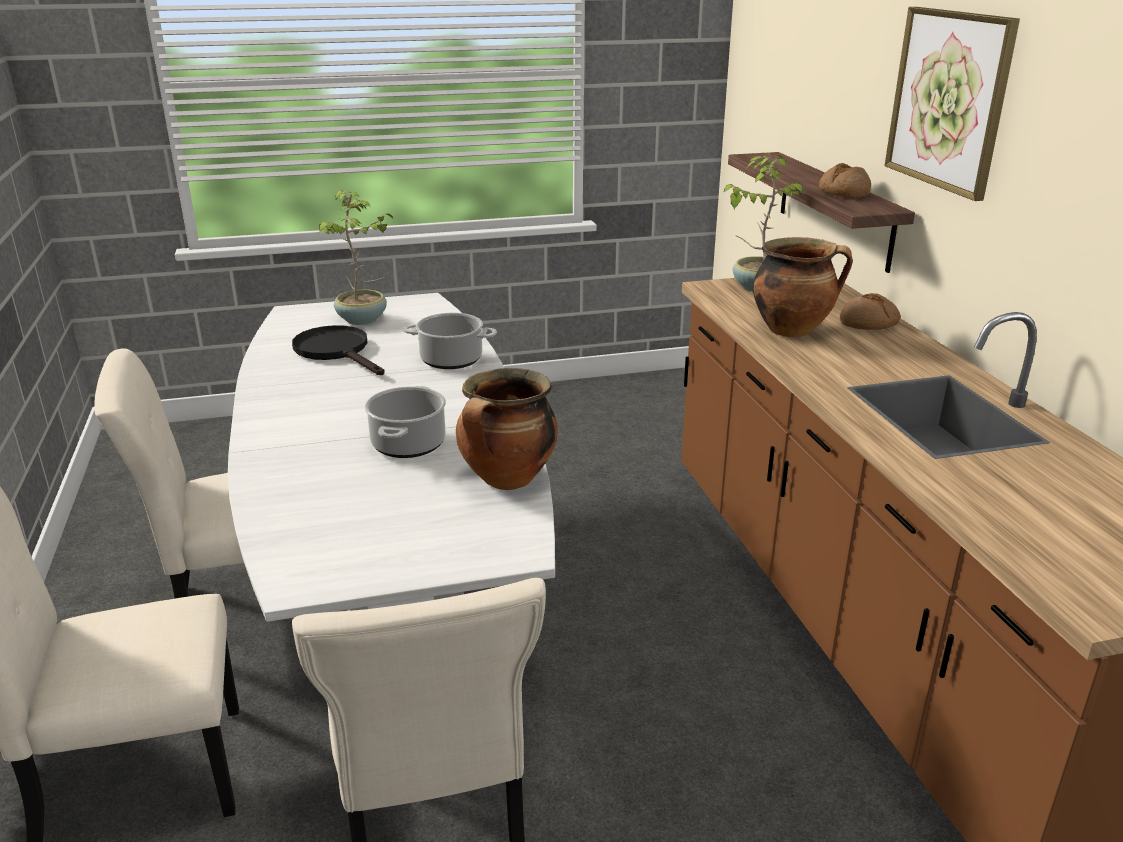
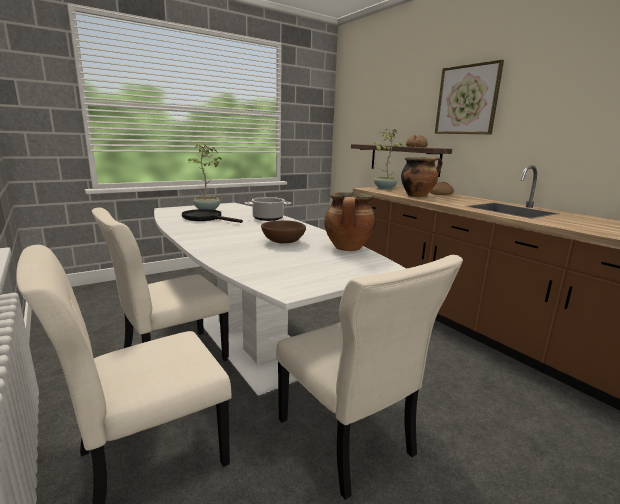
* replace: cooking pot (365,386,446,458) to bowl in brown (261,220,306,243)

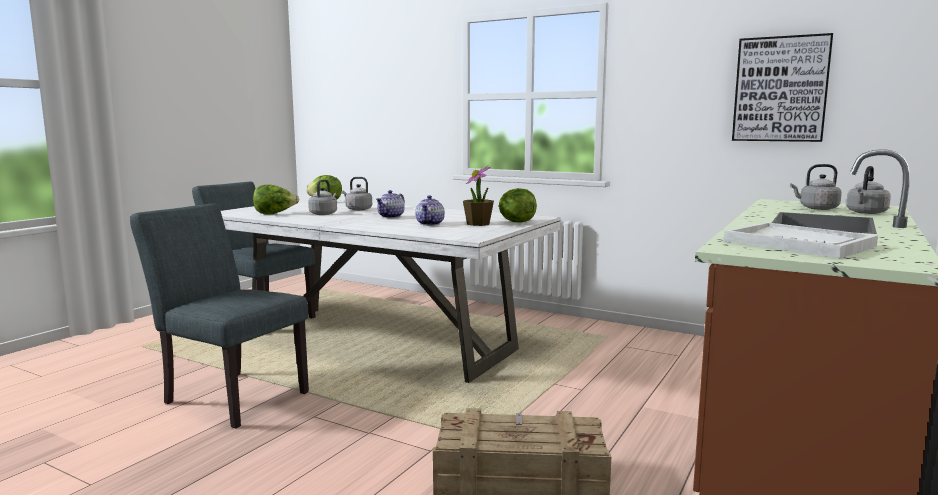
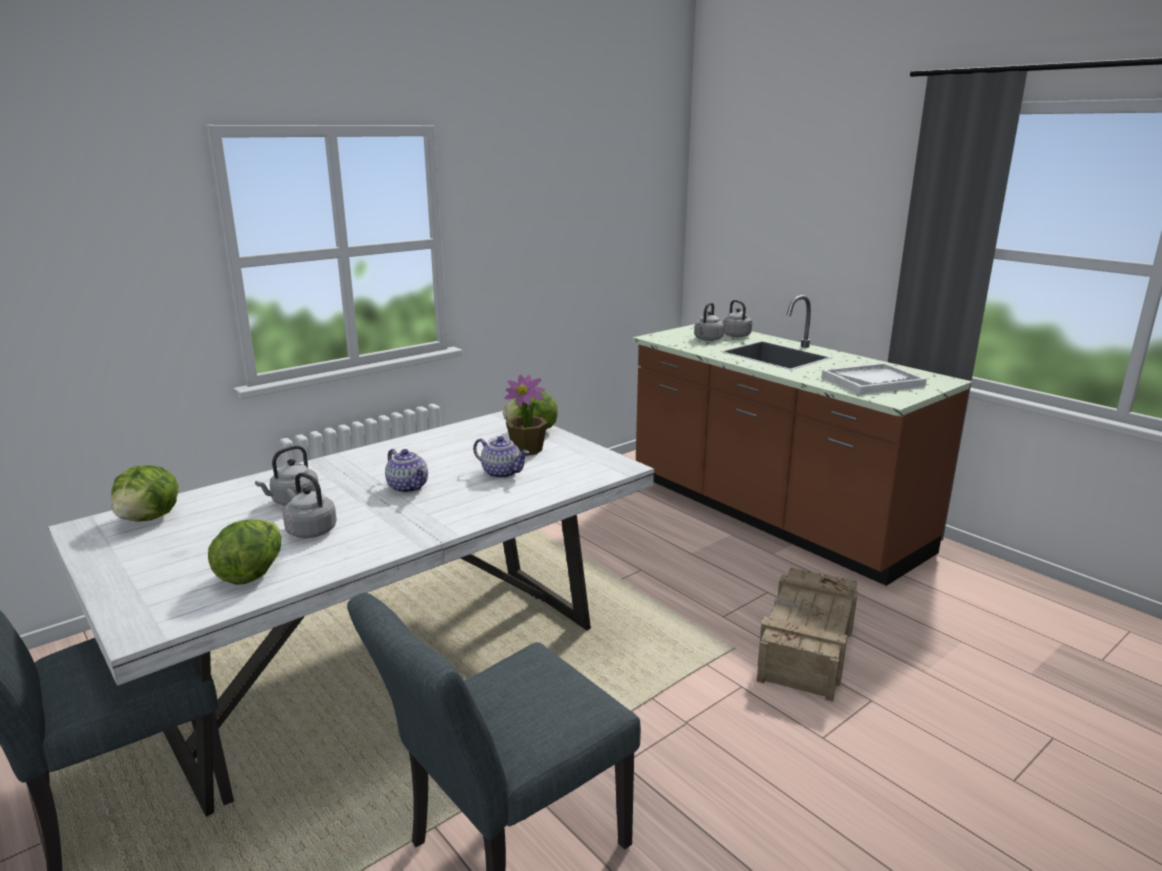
* delete: picture (732,33,833,142)

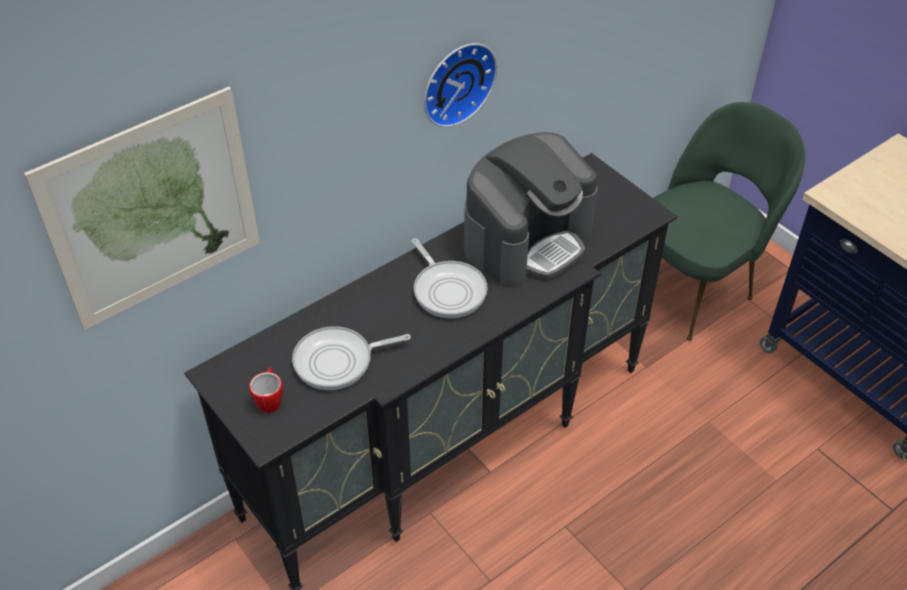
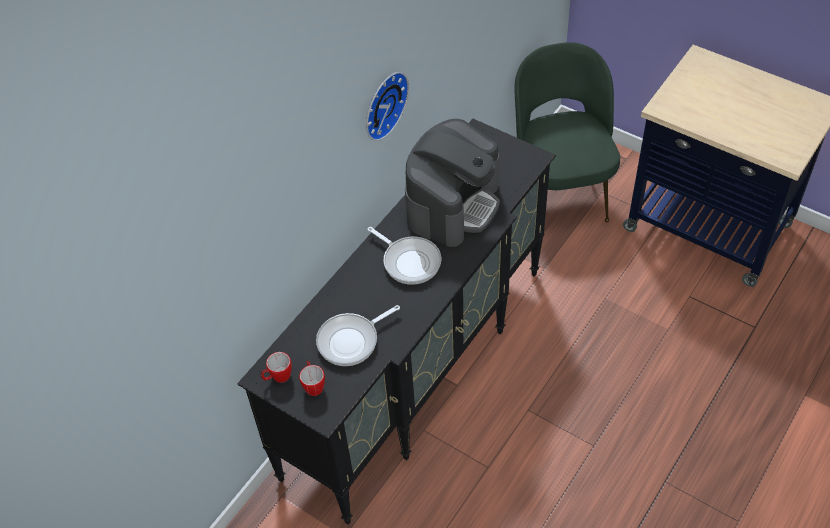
* delete: picture (24,87,260,330)
* rotate: chair in green (653,102,805,341) = (515,42,620,222) 45 degrees counterclockwise
* insert: mug (260,352,292,383)

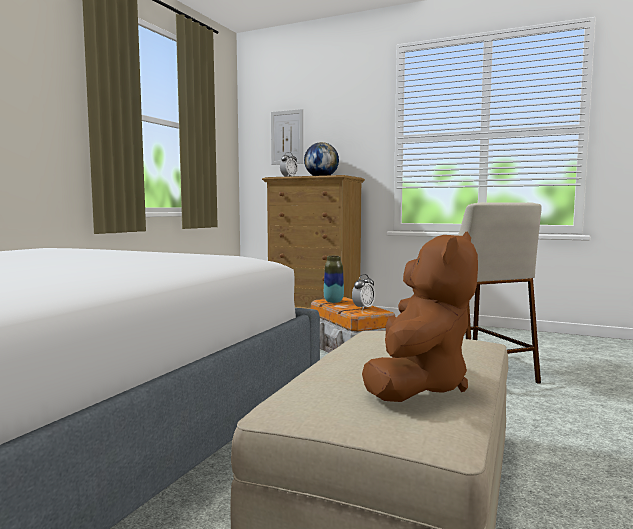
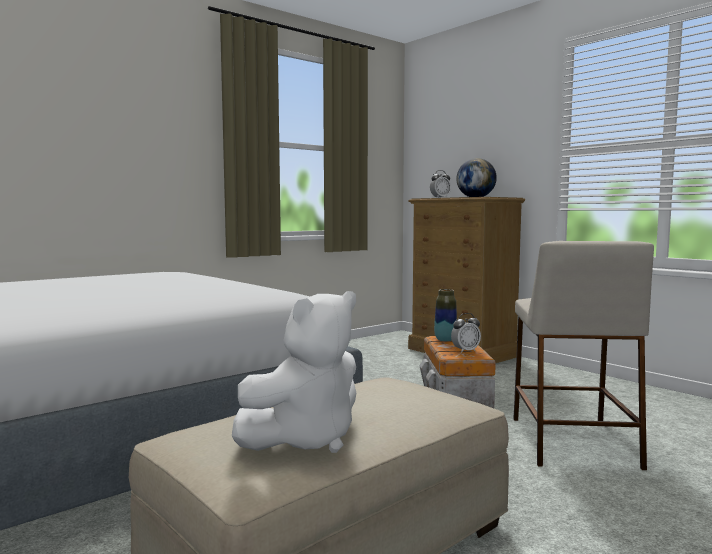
* delete: picture (271,109,303,165)
* recolor: plush toy in brown (362,231,478,402) to plush toy in white (232,291,356,453)

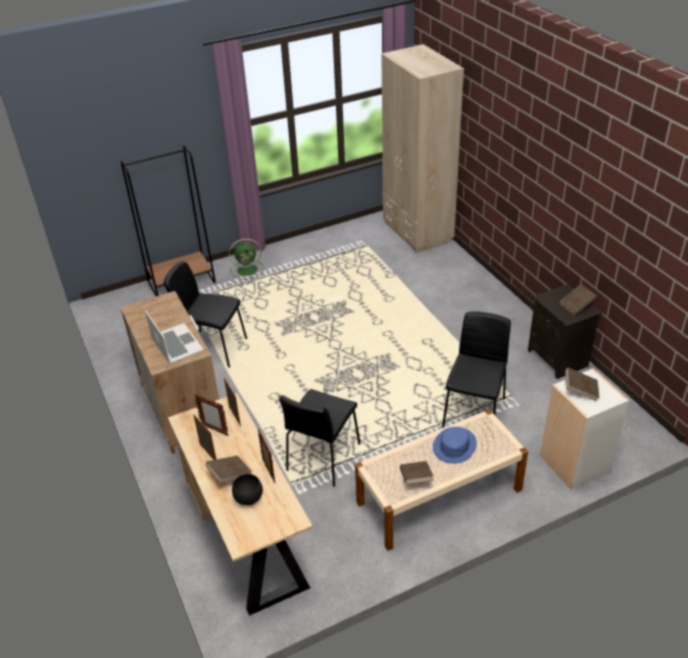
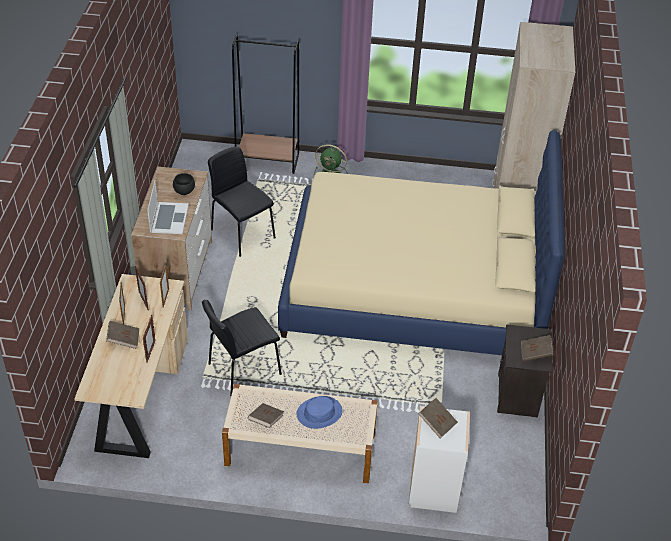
* delete: chair in black (442,311,511,437)
* move: bowl in black (232,474,263,505) to (173,173,195,195)
* insert: bed in beige (278,130,565,355)

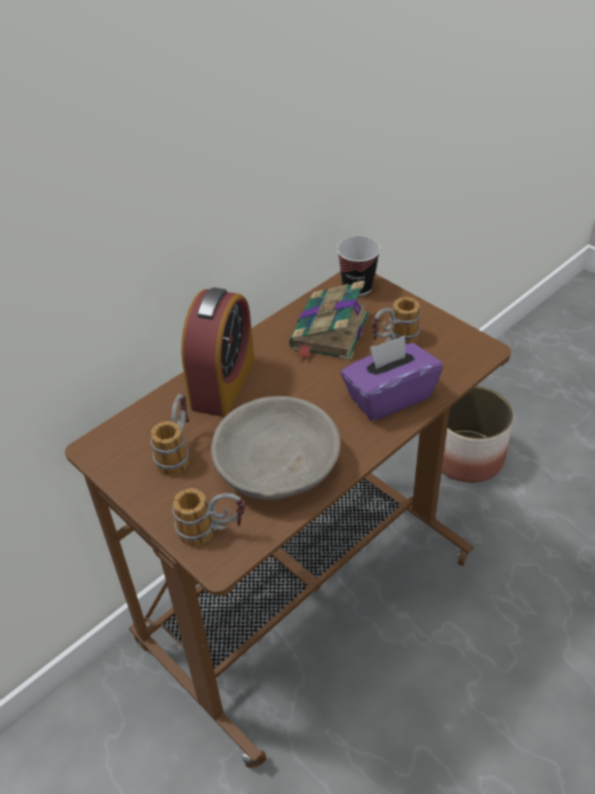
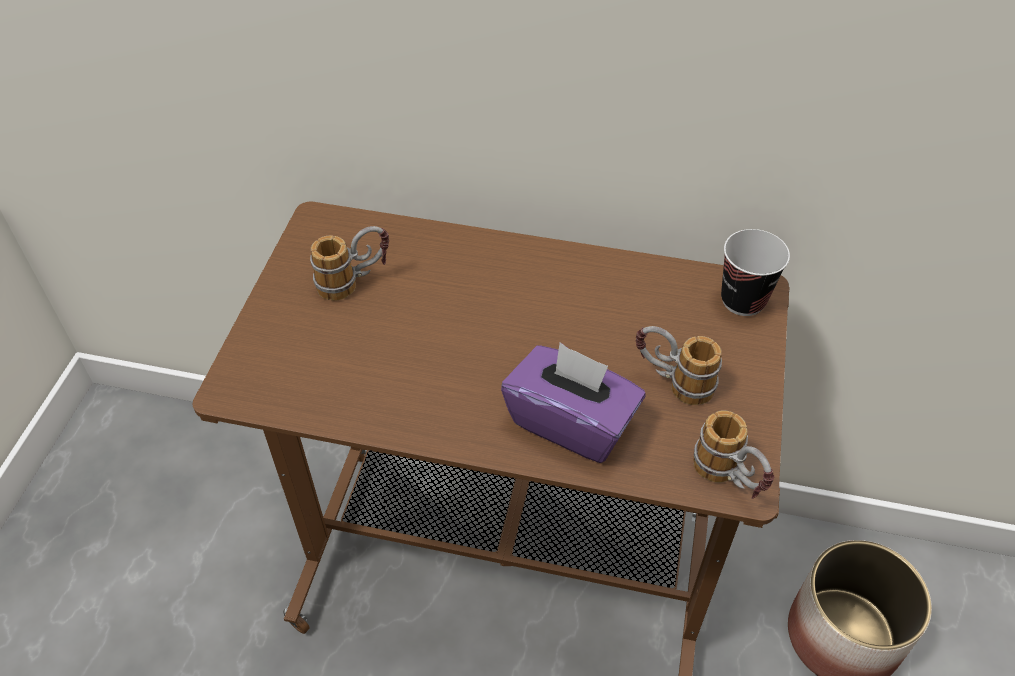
* delete: book (289,280,369,360)
* delete: alarm clock (181,287,254,417)
* delete: bowl in grey (211,396,341,500)
* move: mug (173,488,245,546) to (693,410,774,499)

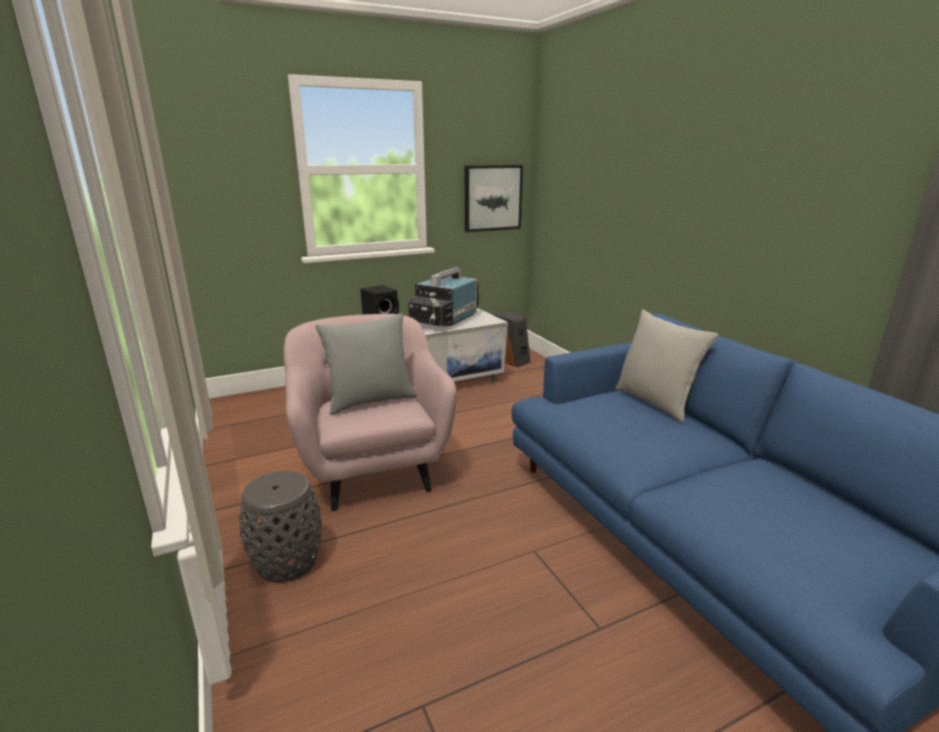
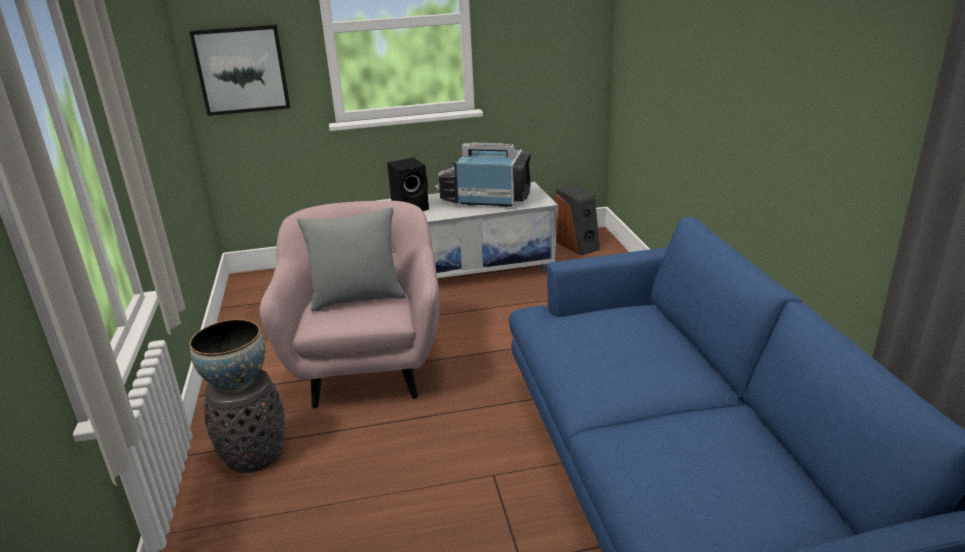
* move: picture (465,165,523,232) to (189,24,290,116)
* rotate: television (408,266,479,326) = (435,142,531,207) 60 degrees clockwise
* delete: pillow in grey (615,309,718,423)
* insert: bowl (189,319,265,392)

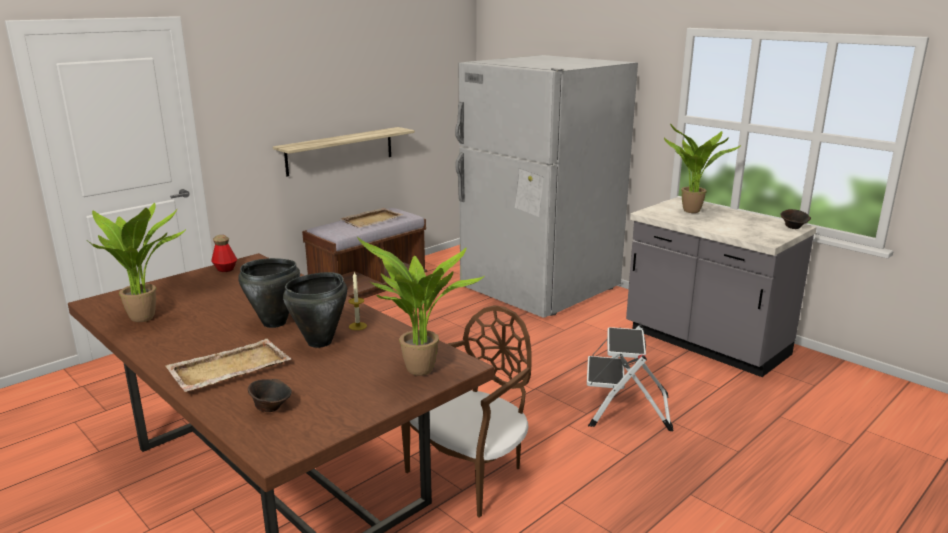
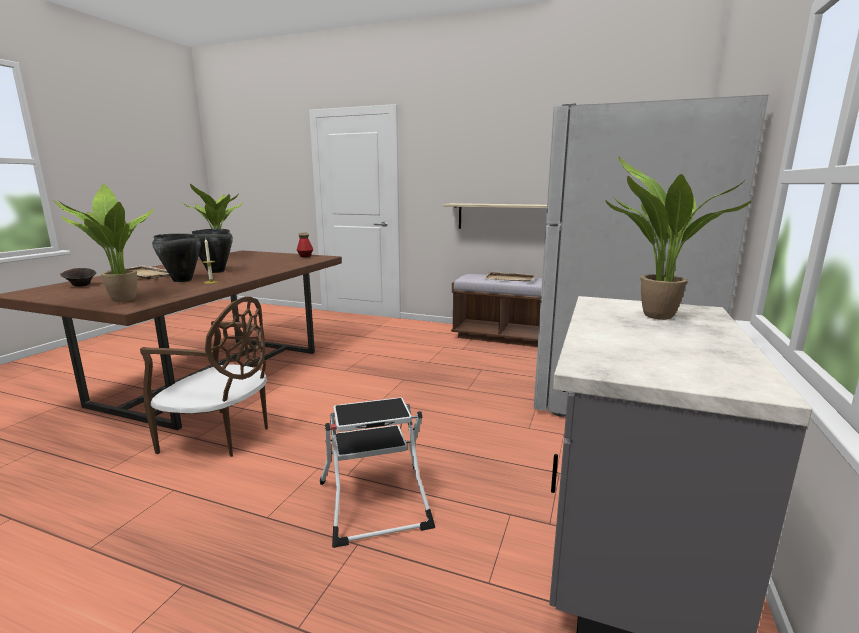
* delete: bowl in brown (780,209,811,229)

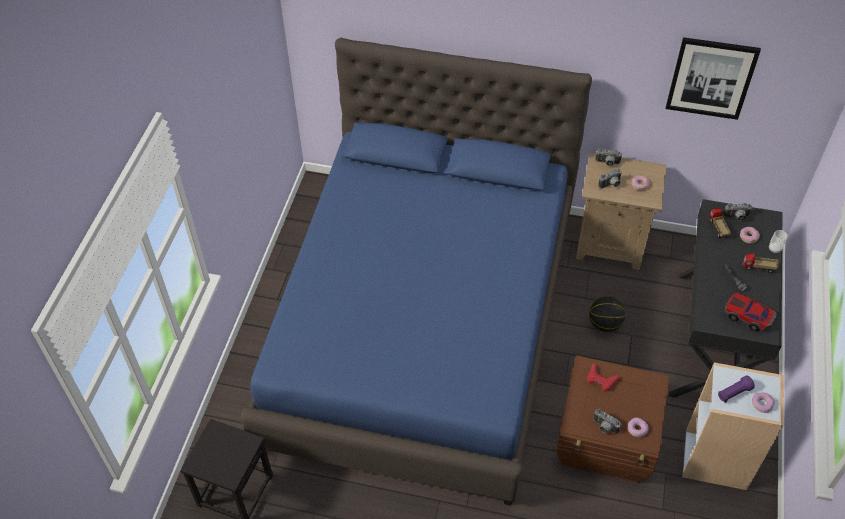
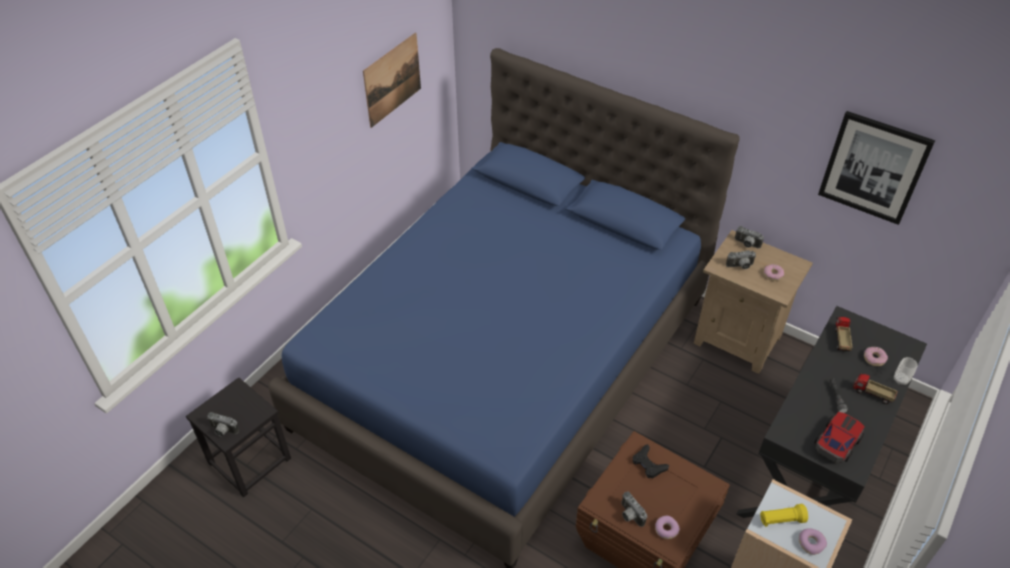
* move: photo camera (723,203,752,221) to (207,412,239,436)
* rotate: toy car (725,293,777,331) = (814,412,865,463) 75 degrees clockwise
* delete: basketball (589,296,625,332)
* recolor: game controller in red (587,363,619,392) to game controller in black (632,444,669,479)
* recolor: flashlight in purple (718,375,755,403) to flashlight in yellow (760,504,808,527)
* insert: picture (363,33,421,128)

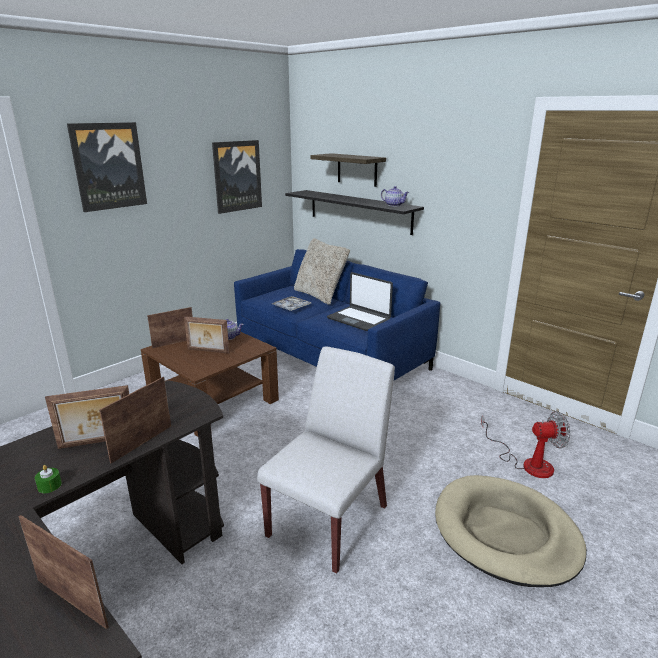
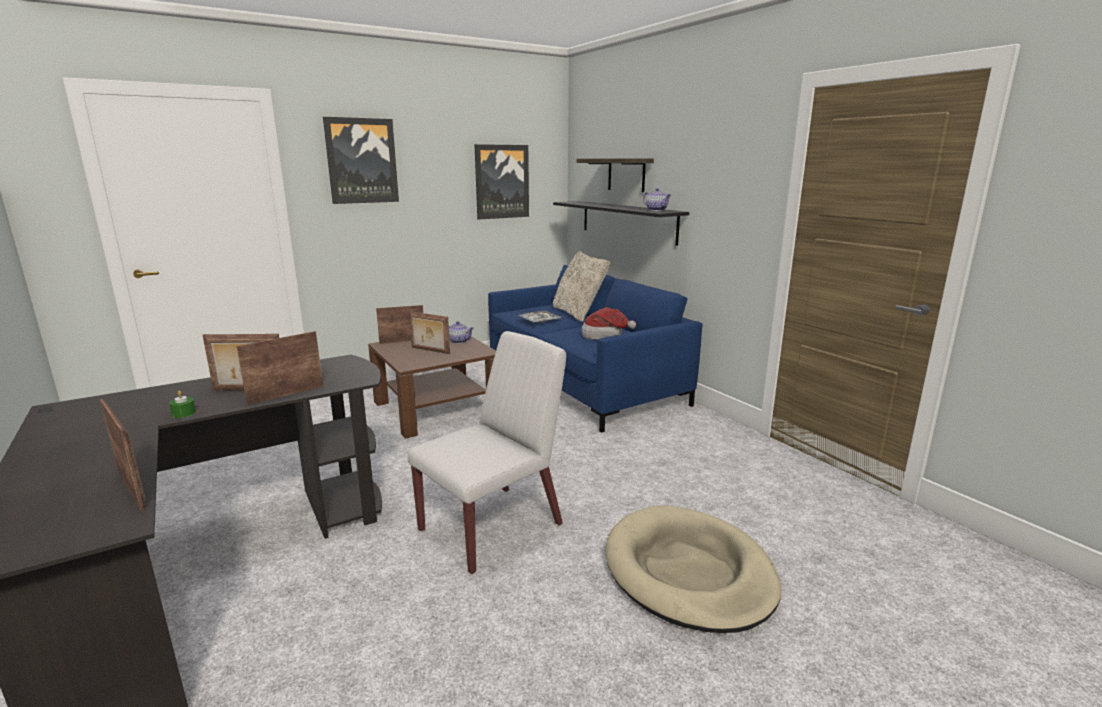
* replace: laptop (327,272,393,331) to hat (582,307,636,340)
* delete: fan (481,411,570,478)

